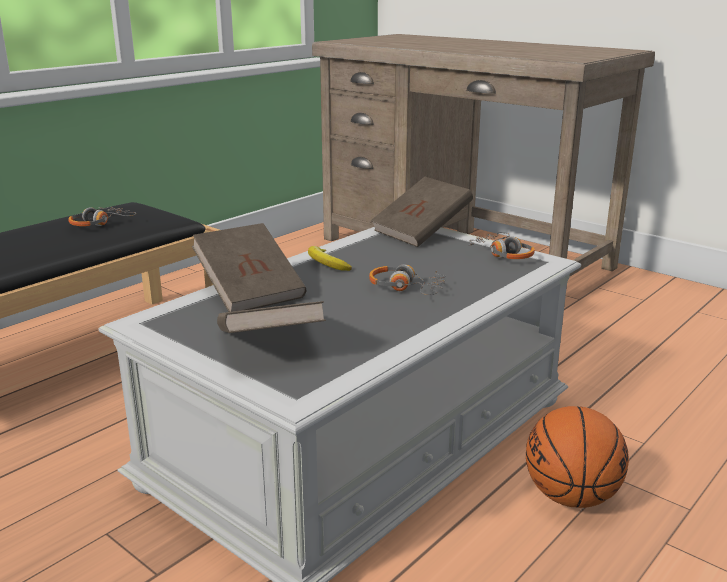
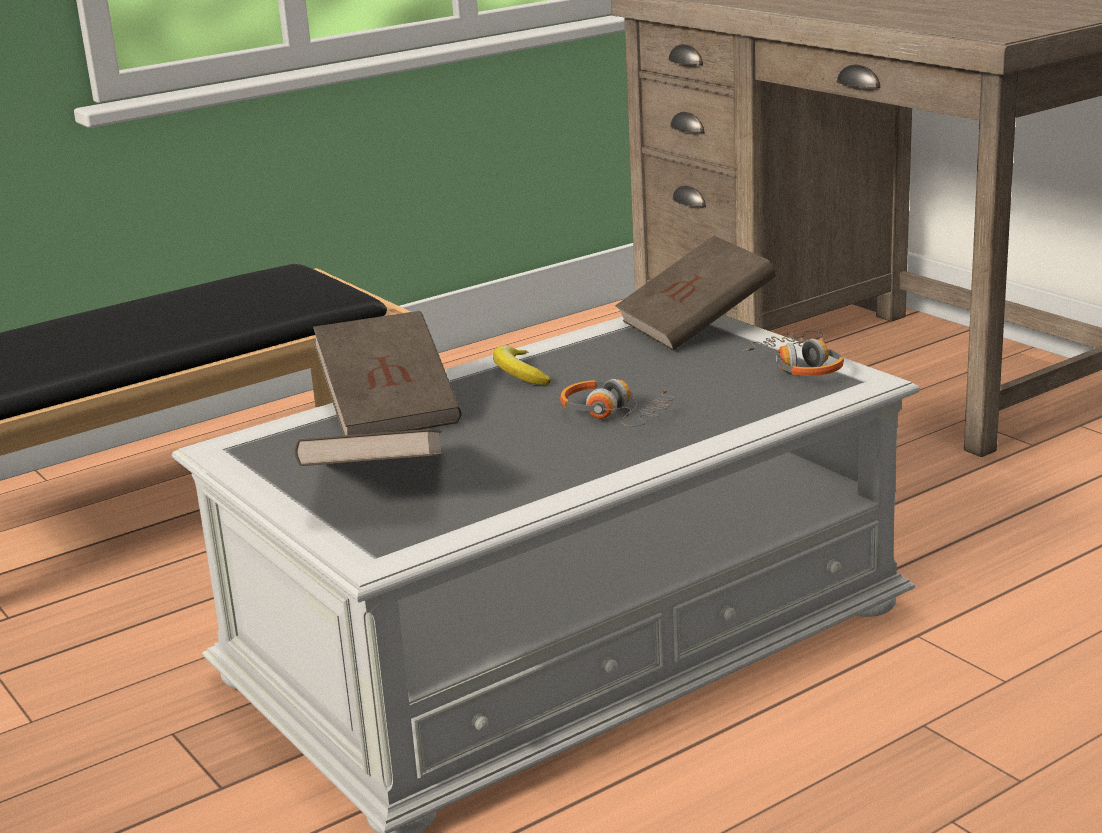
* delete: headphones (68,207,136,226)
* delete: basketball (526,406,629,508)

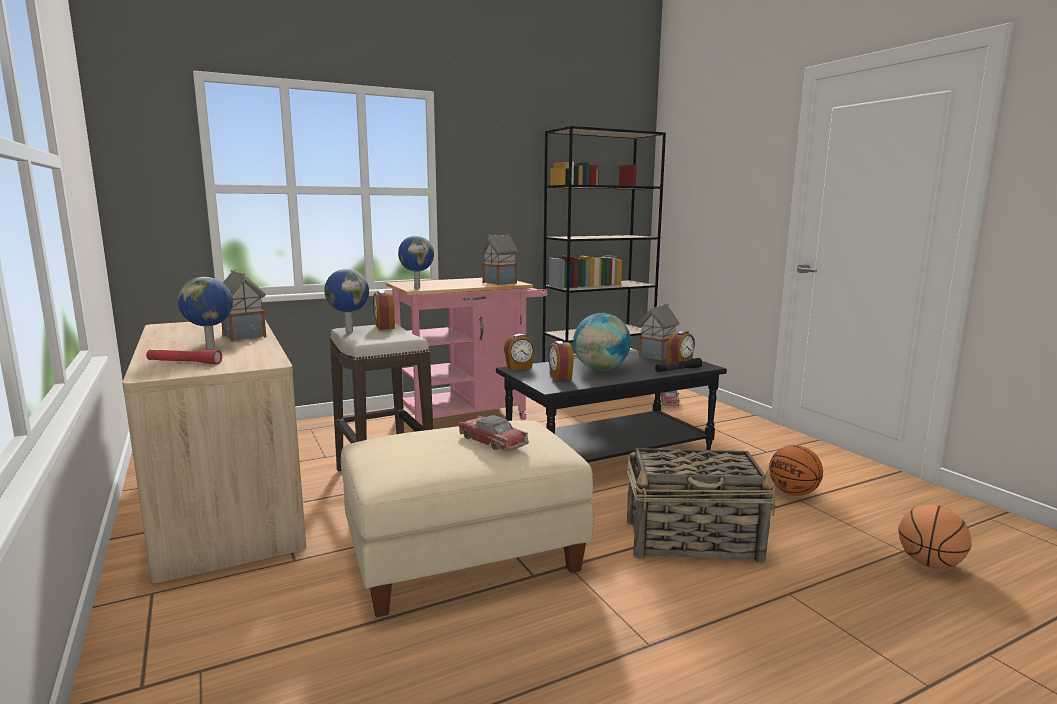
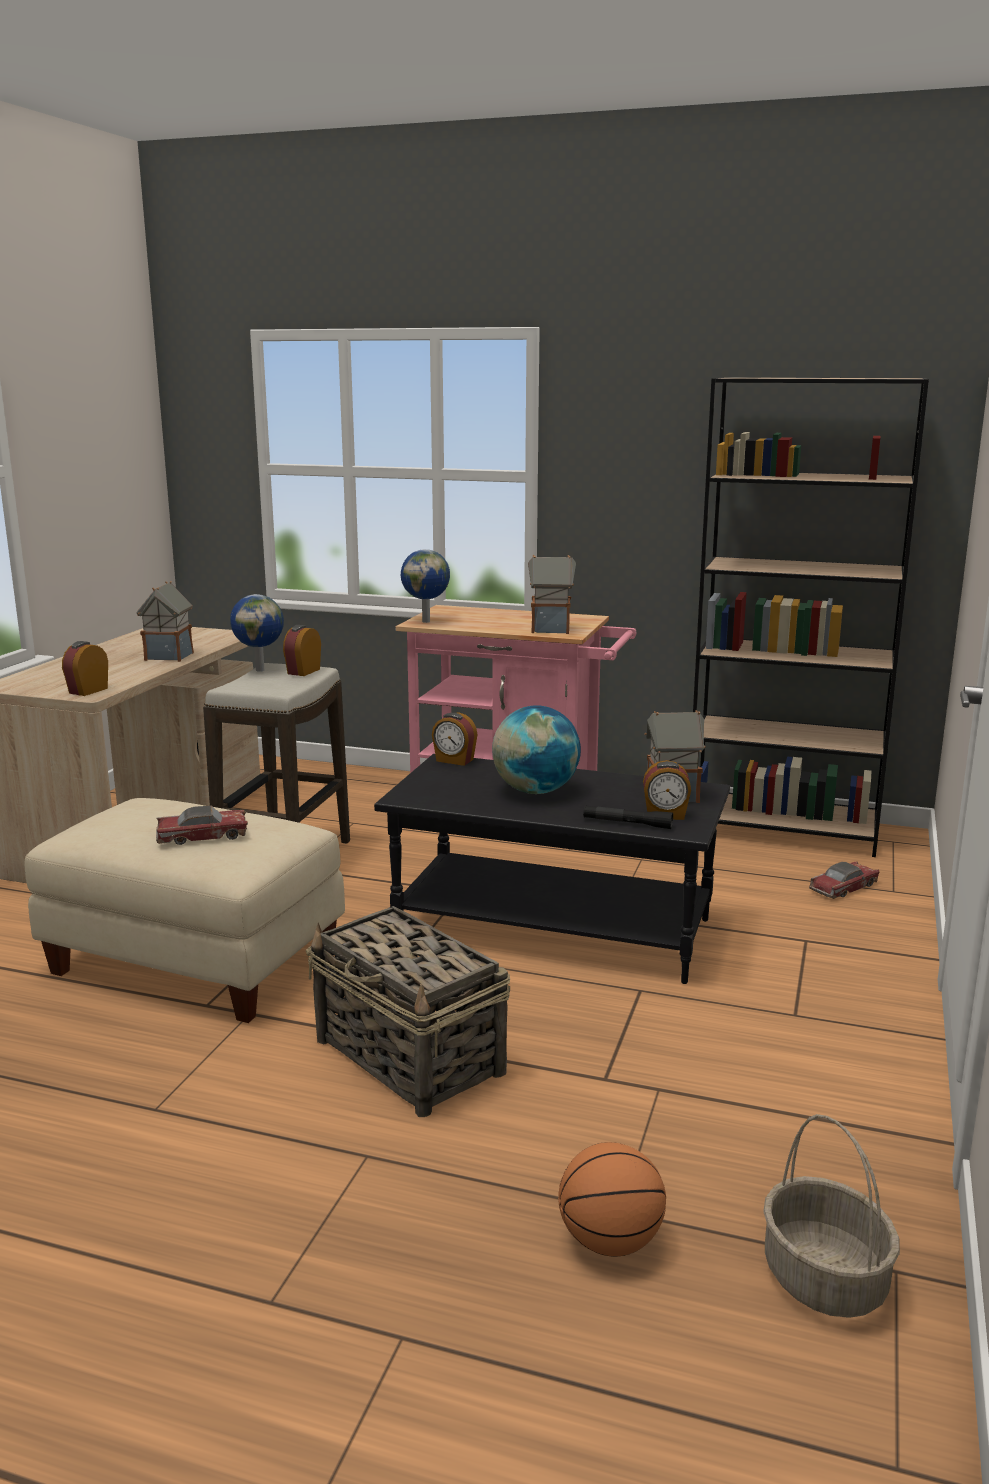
* delete: globe (177,277,233,349)
* move: alarm clock (548,341,574,380) to (62,641,108,696)
* delete: flashlight in red (146,350,222,364)
* rotate: toy car (458,415,529,452) = (156,805,248,845) 75 degrees clockwise
* delete: basketball (769,445,823,496)
* insert: basket (763,1114,900,1318)

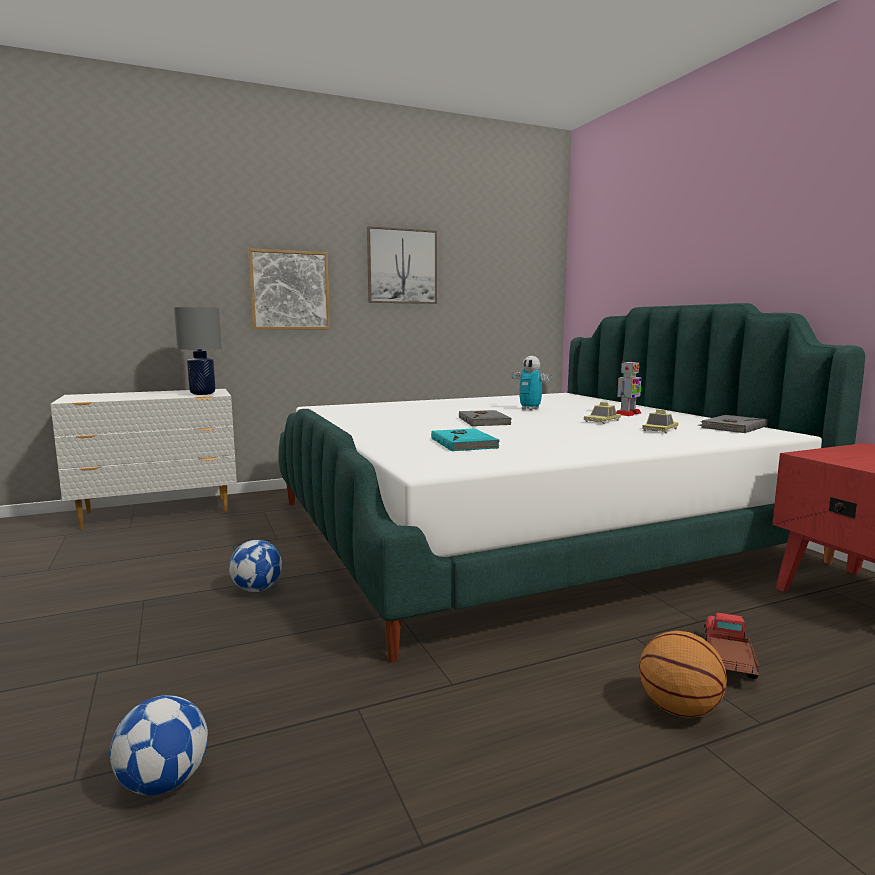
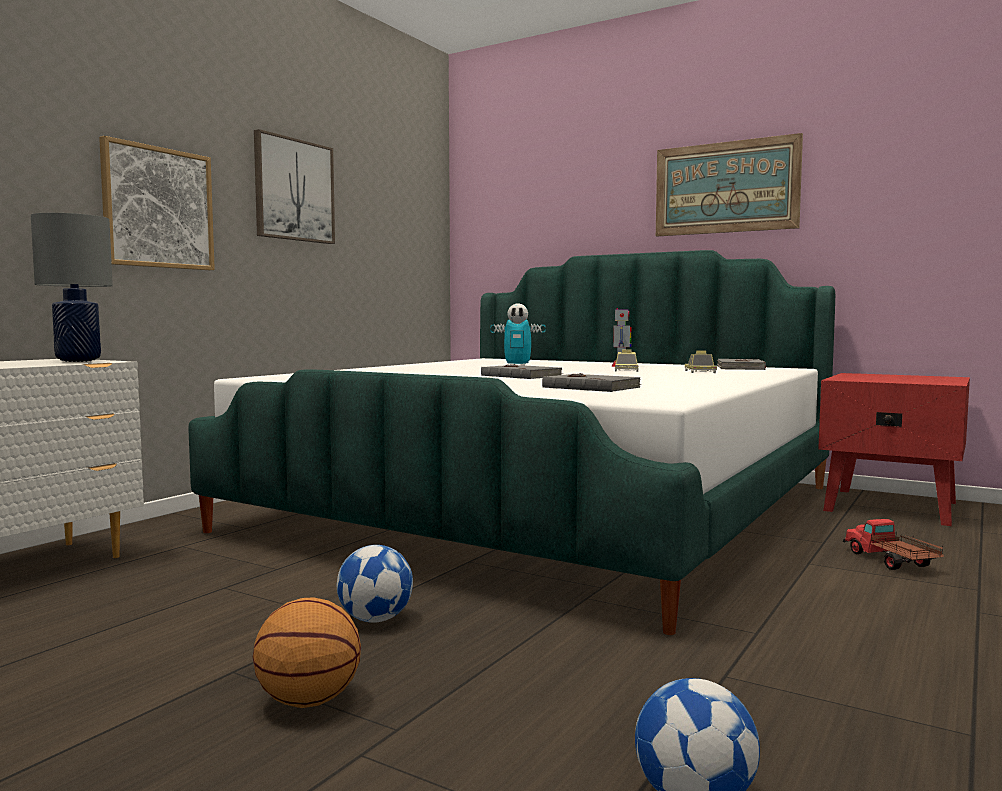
* recolor: book in turquoise (431,428,500,452) to book in grey (542,373,642,392)
* move: basketball (639,631,727,718) to (253,597,361,708)
* insert: picture (656,133,803,236)

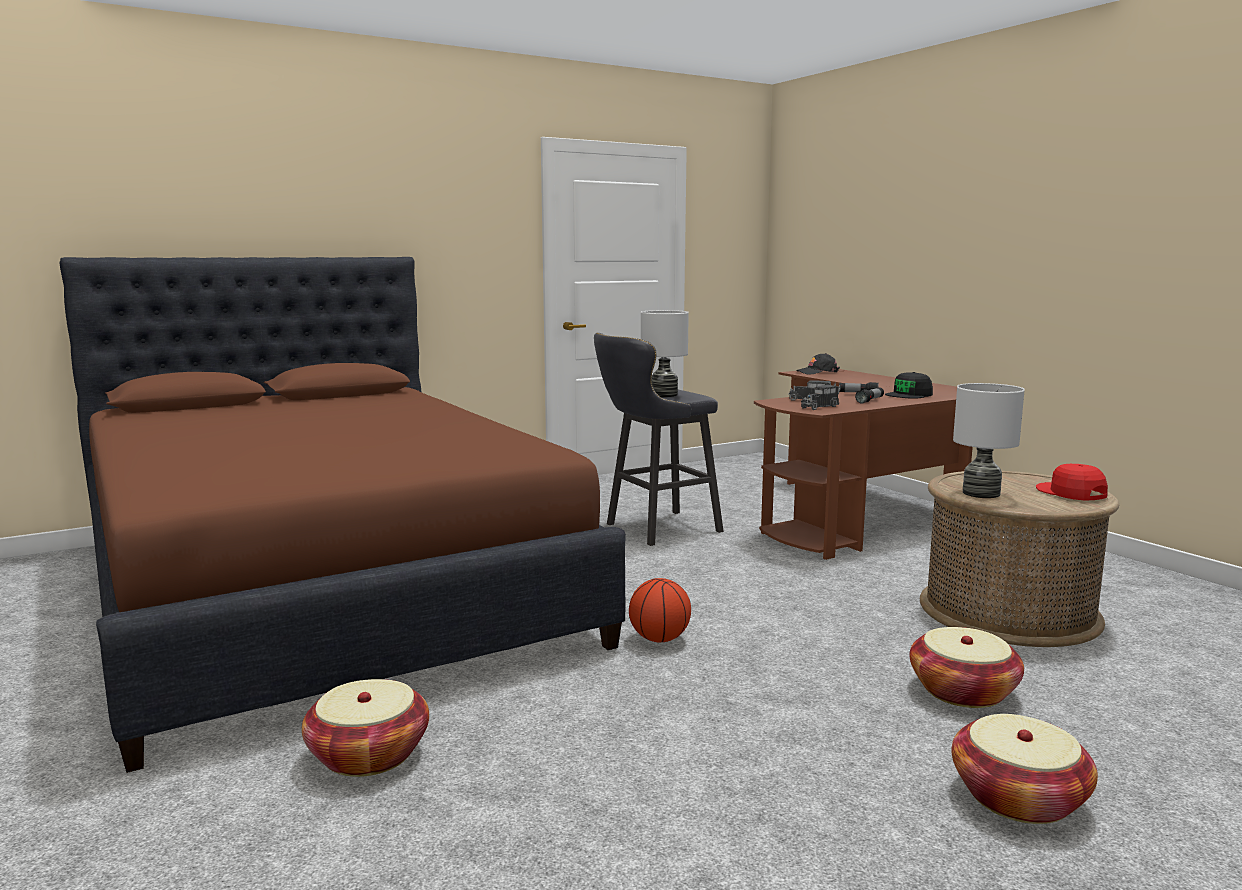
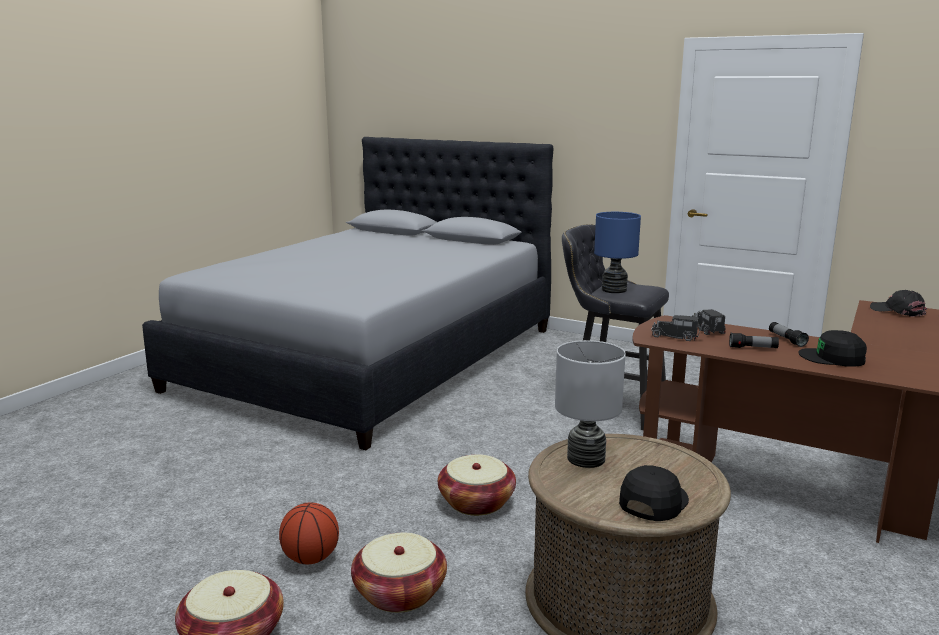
* recolor: bed in brown (59,257,626,773) to bed in grey (142,137,553,450)
* recolor: table lamp in grey (641,310,689,397) to table lamp in blue (594,212,641,293)
* recolor: cap in red (1036,464,1108,501) to cap in black (619,465,689,521)
* move: basketball (629,578,691,642) to (279,502,339,564)
* move: basket (302,679,429,777) to (438,454,516,516)

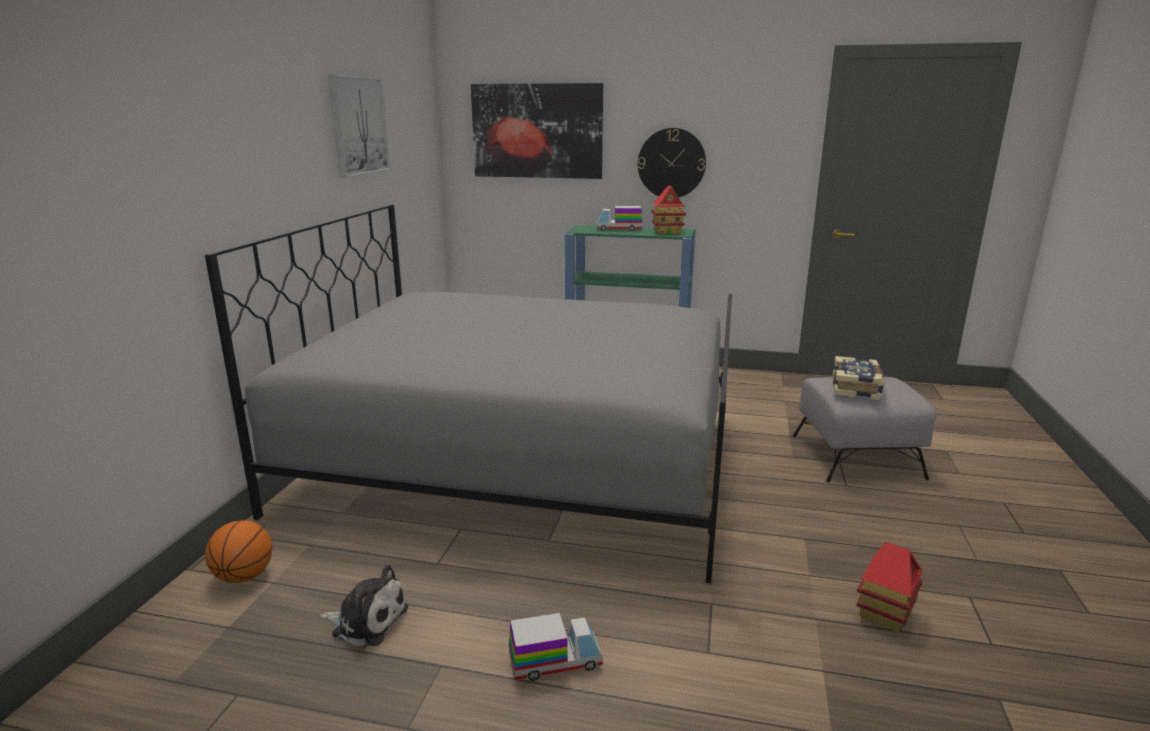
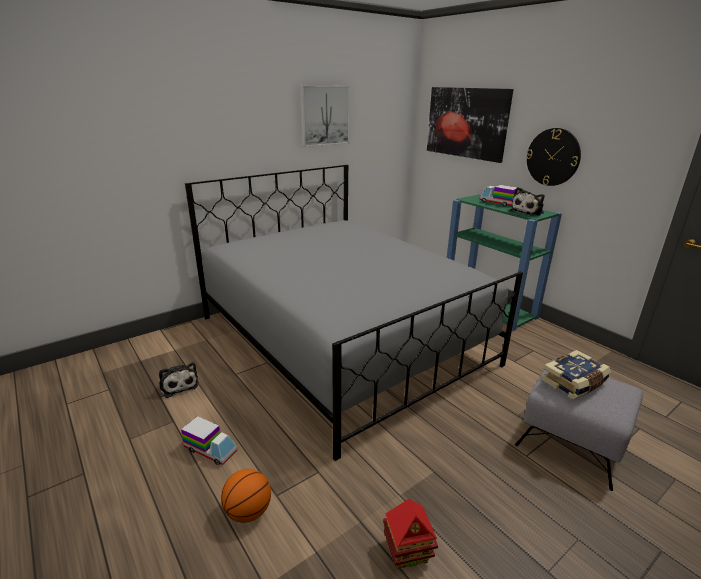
* replace: toy house (651,185,686,234) to plush toy (510,187,545,216)
* move: basketball (205,520,272,583) to (221,469,271,523)

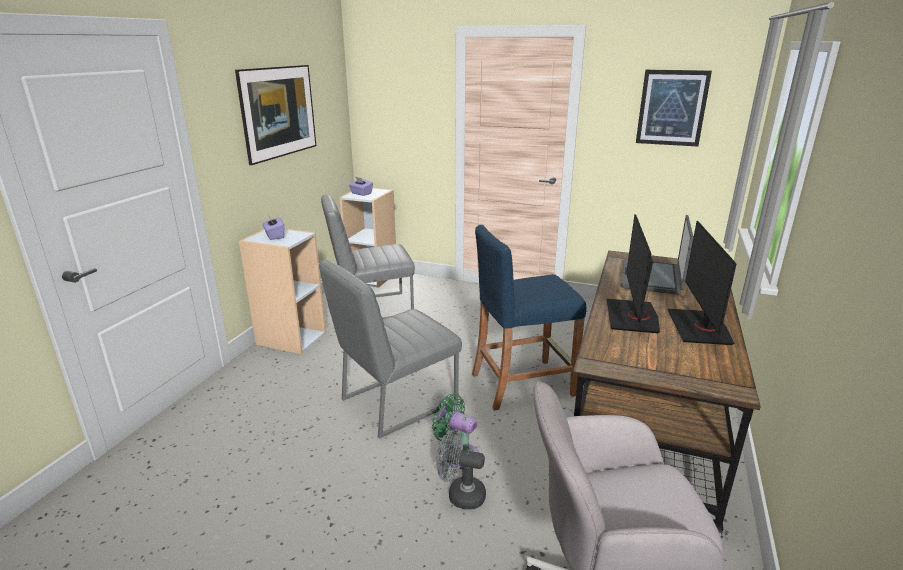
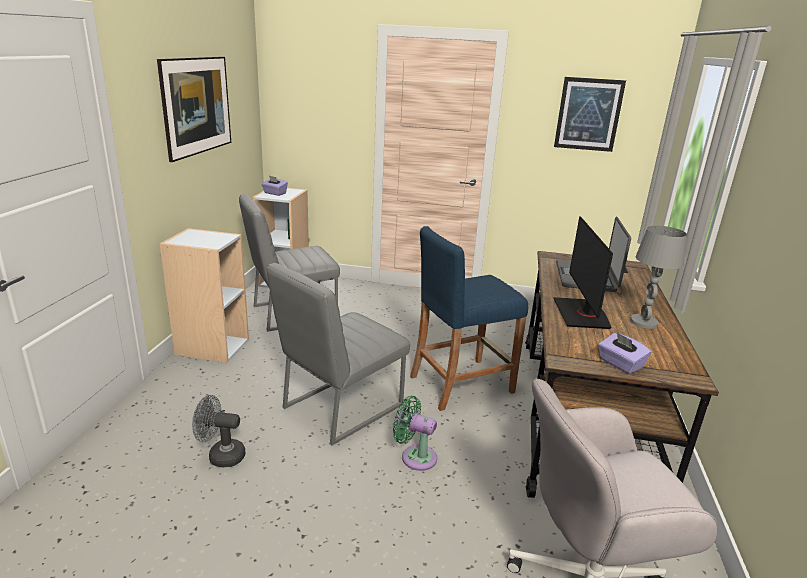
* move: tissue box in purple (262,214,285,240) to (599,332,651,374)
* replace: monitor (668,221,736,345) to table lamp in grey (630,226,687,329)
* move: fan in grey (436,430,486,510) to (192,395,246,467)

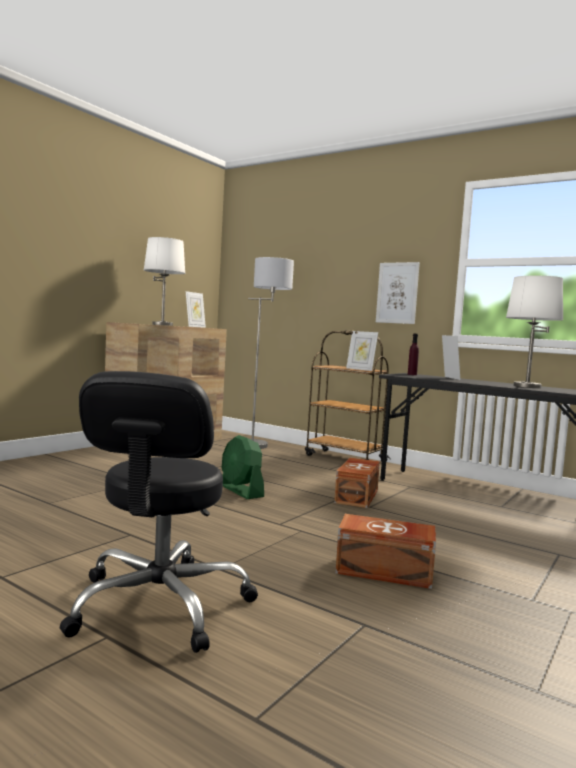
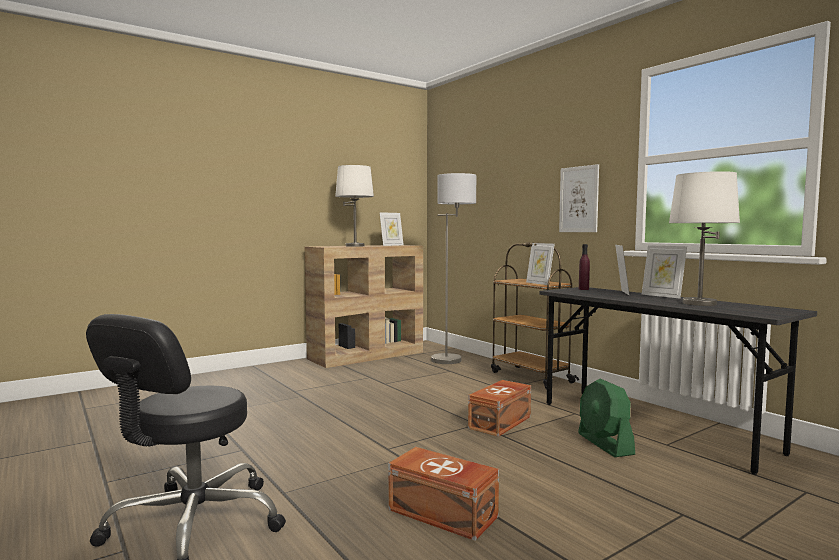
* move: fan in green (222,435,264,499) to (578,379,635,457)
* insert: picture frame (642,245,687,298)

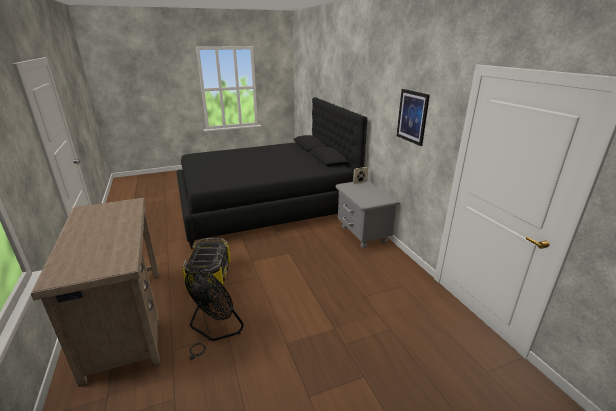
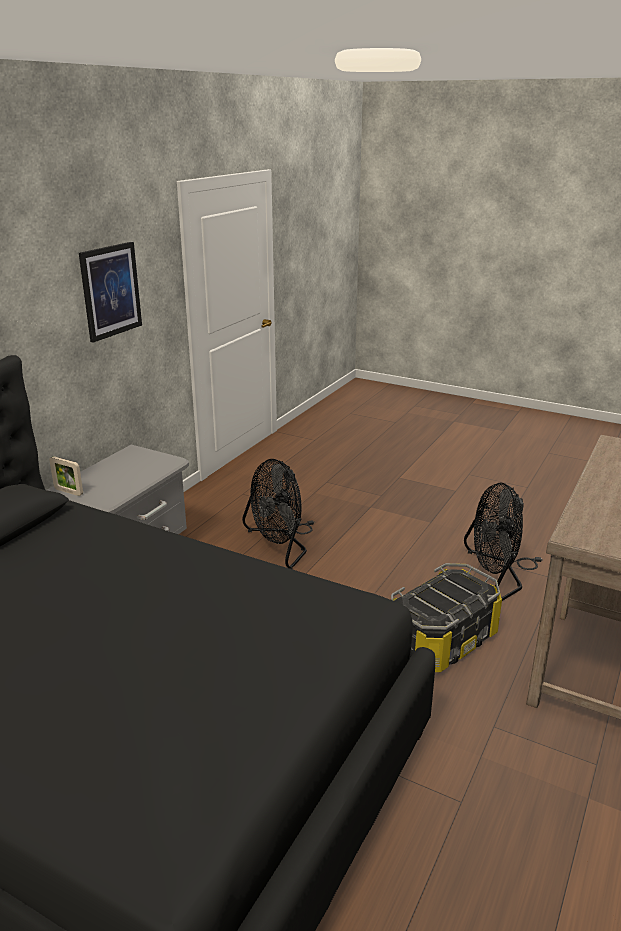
* insert: fan in black (242,459,315,569)

